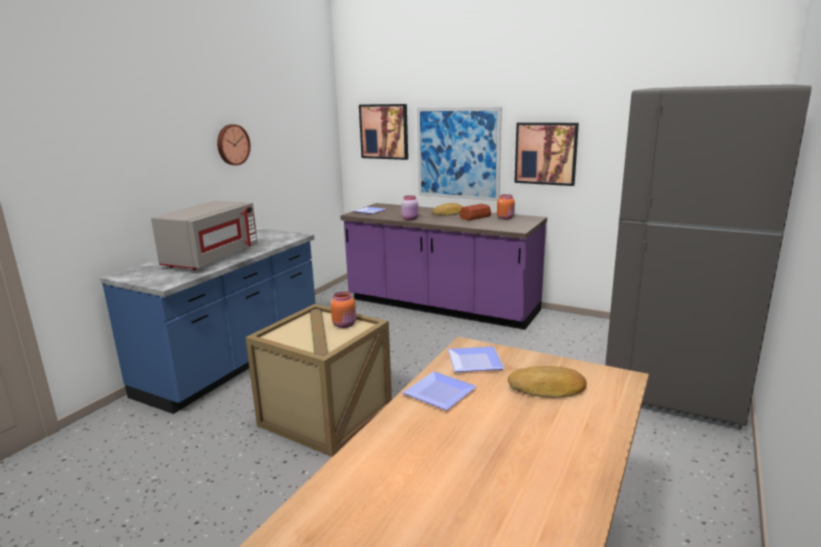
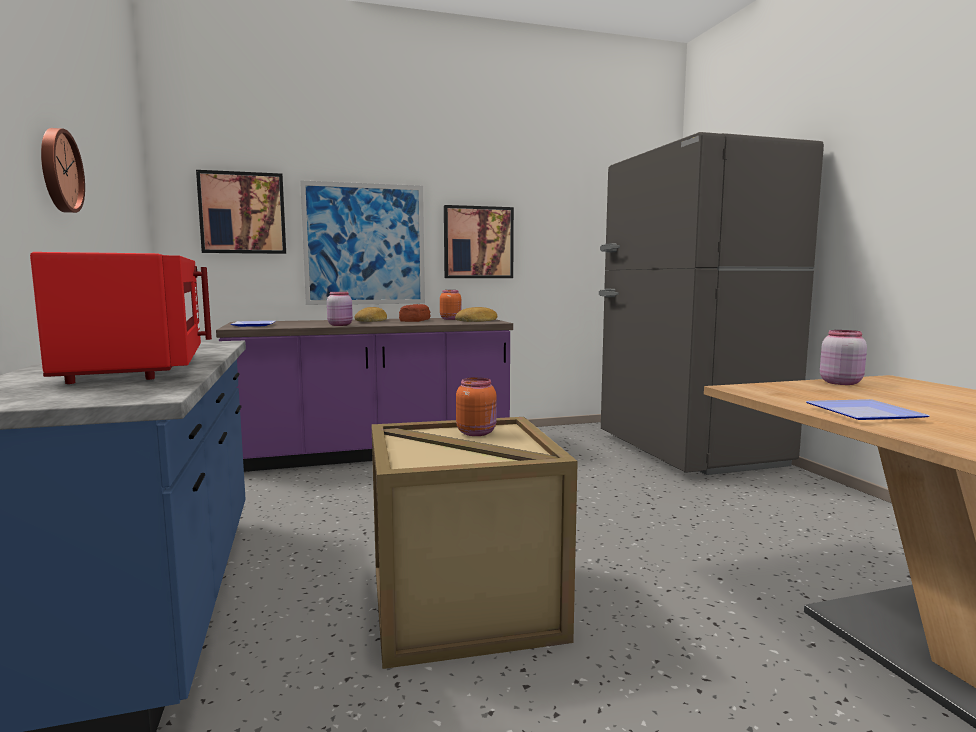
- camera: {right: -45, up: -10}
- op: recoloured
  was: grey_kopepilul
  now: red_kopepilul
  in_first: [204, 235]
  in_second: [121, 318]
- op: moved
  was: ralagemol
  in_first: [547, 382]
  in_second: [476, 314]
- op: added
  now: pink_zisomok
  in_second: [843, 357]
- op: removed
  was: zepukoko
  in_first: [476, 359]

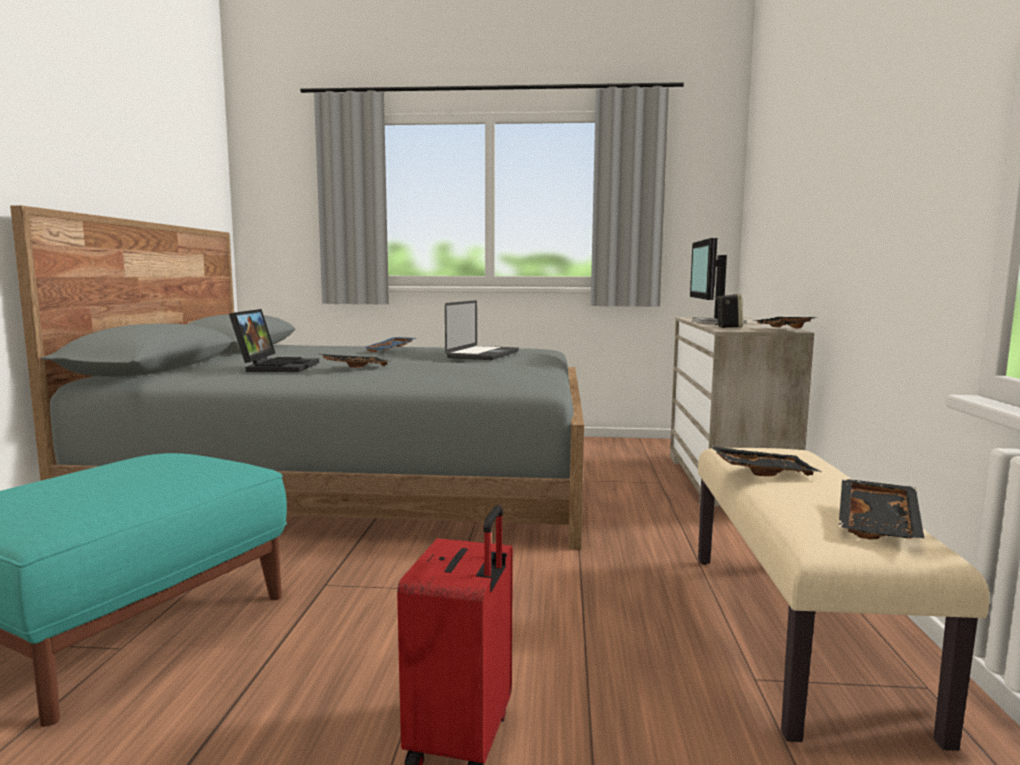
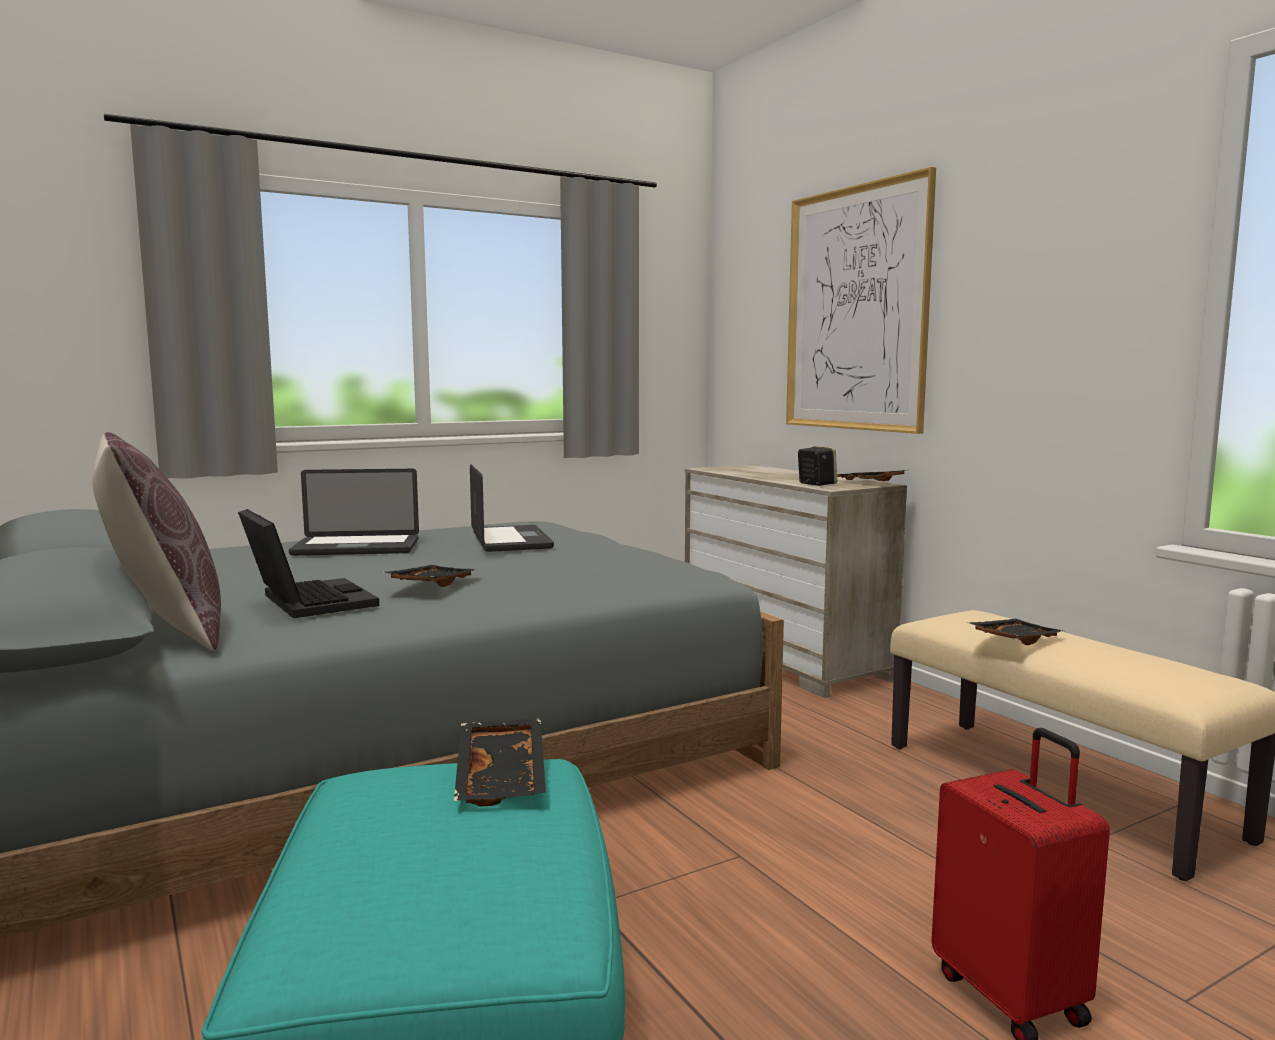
- camera: {right: -35, up: 0}
- op: added
  now: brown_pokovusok
  in_second: [156, 541]
- op: replaced
  was: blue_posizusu
  now: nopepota
  in_first: [389, 345]
  in_second: [354, 512]
- op: moved
  was: black_posizusu
  in_first: [881, 509]
  in_second: [500, 762]
- op: added
  now: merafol
  in_second: [861, 300]
- op: removed
  was: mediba
  in_first: [718, 281]

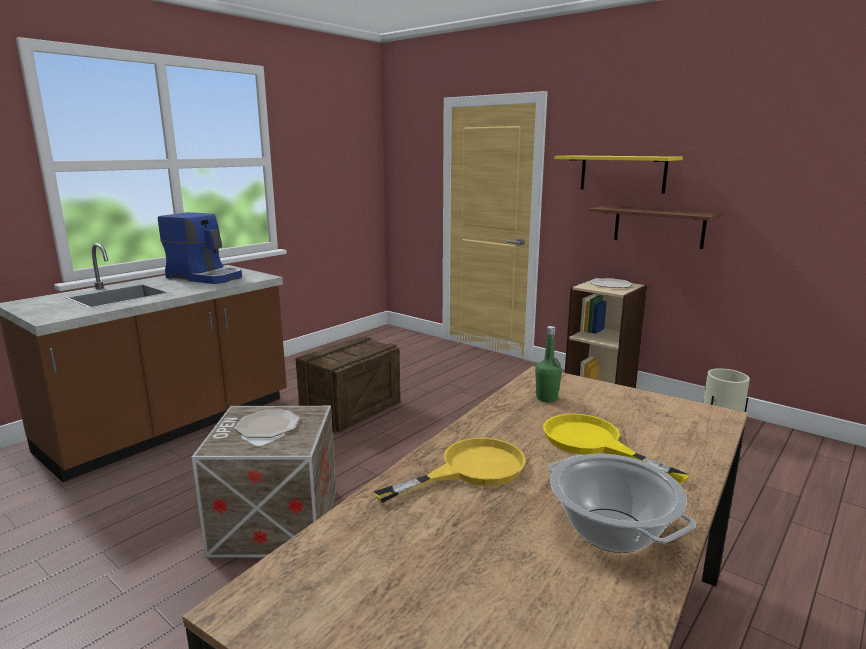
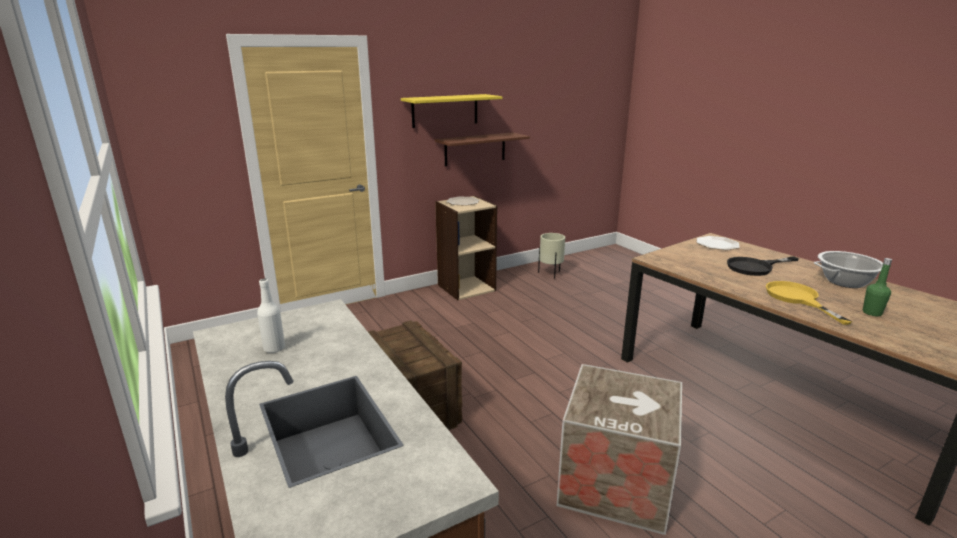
- camera: {right: -70, up: 5}
- op: replaced
  was: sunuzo
  now: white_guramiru
  in_first: [200, 248]
  in_second: [271, 316]
- op: moved
  was: zepukoko
  in_first: [267, 424]
  in_second: [718, 243]
- op: recoloured
  was: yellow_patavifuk
  now: black_patavifuk
  in_first: [616, 448]
  in_second: [763, 266]
- op: moved
  was: green_guramiru
  in_first: [548, 364]
  in_second: [877, 287]

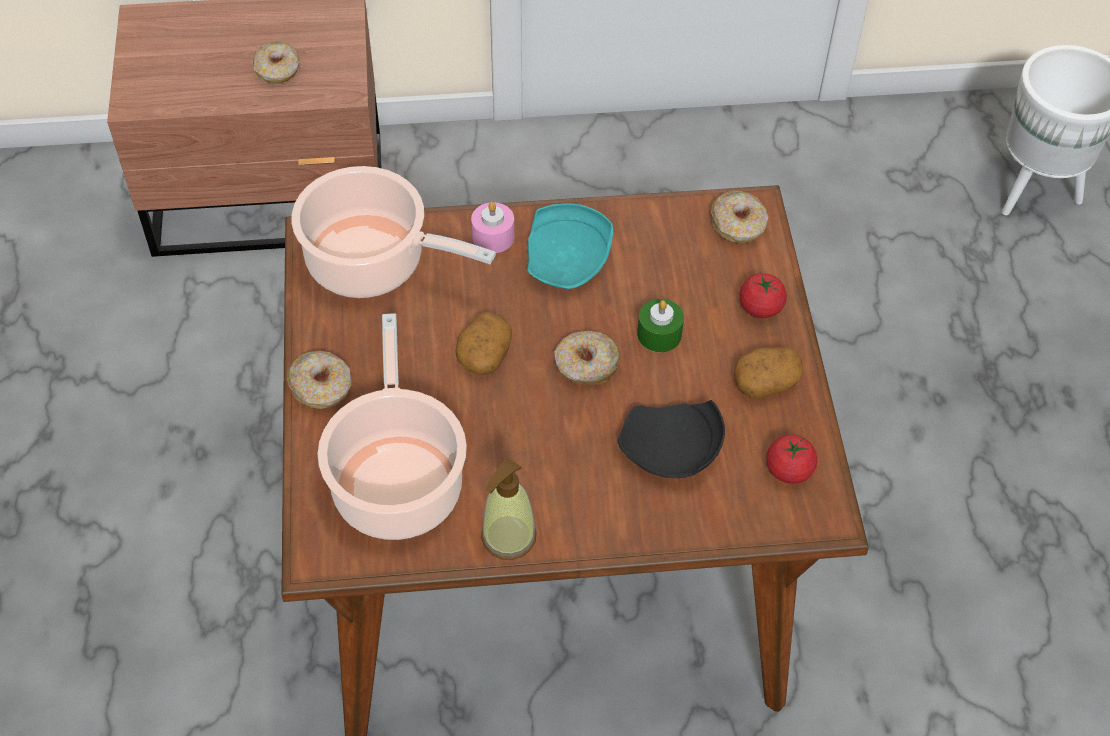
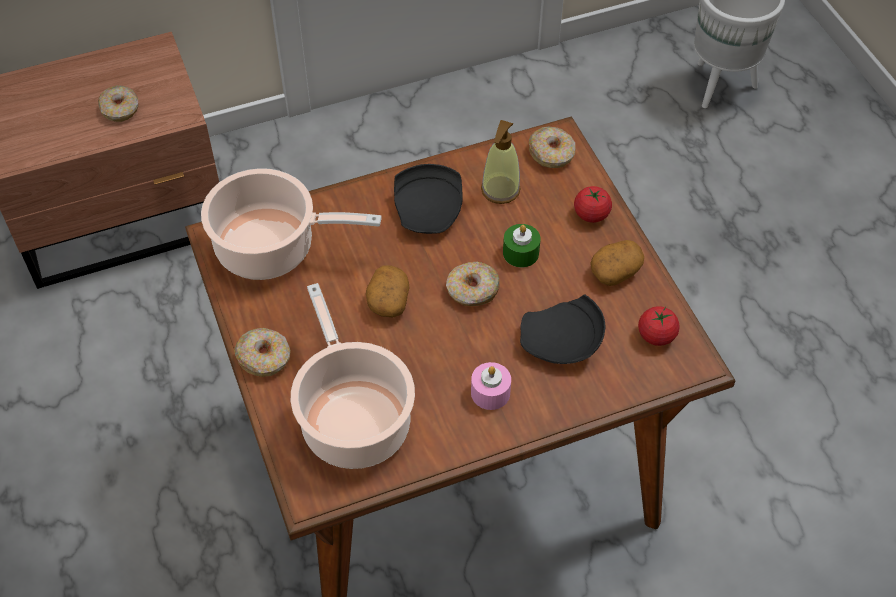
- camera: {right: -15, up: 0}
- op: recoloured
  was: turquoise_zepukoko
  now: black_zepukoko
  in_first: [570, 246]
  in_second: [428, 199]
- op: moved
  was: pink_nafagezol
  in_first: [492, 227]
  in_second: [491, 386]
- op: moved
  was: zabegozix
  in_first: [509, 508]
  in_second: [501, 162]

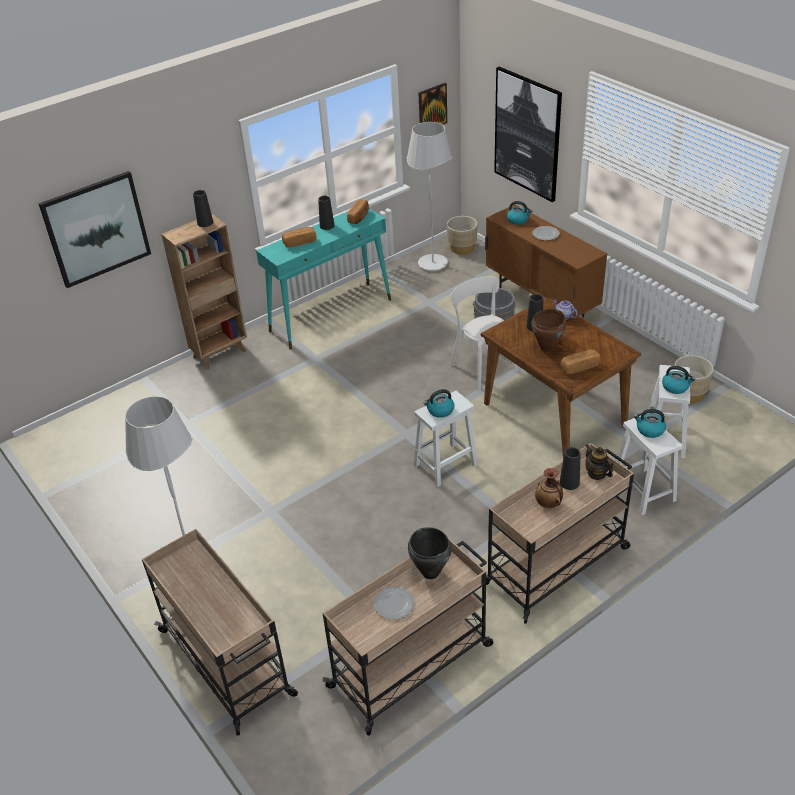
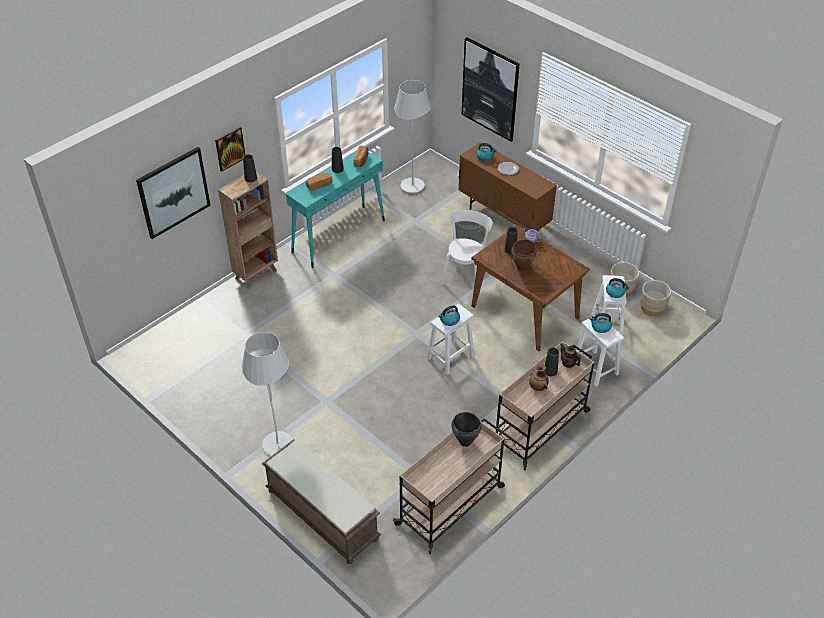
- camera: {right: -10, up: 5}
- op: moved
  was: merafol
  in_first: [433, 104]
  in_second: [230, 149]
- op: replaced
  was: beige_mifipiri
  now: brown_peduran
  in_first: [220, 632]
  in_second: [321, 501]
- op: turned
  was: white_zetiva
  in_first: [484, 332]
  in_second: [467, 247]
  clockwise: 60
- op: moved
  was: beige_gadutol
  in_first: [462, 235]
  in_second: [655, 298]
- op: removed
  was: zepukoko
  in_first: [394, 603]
- op: removed
  was: ralagemol
  in_first: [580, 361]

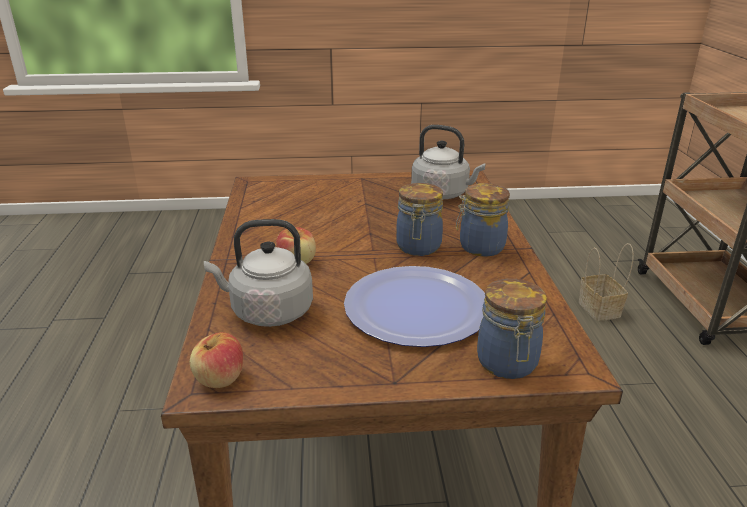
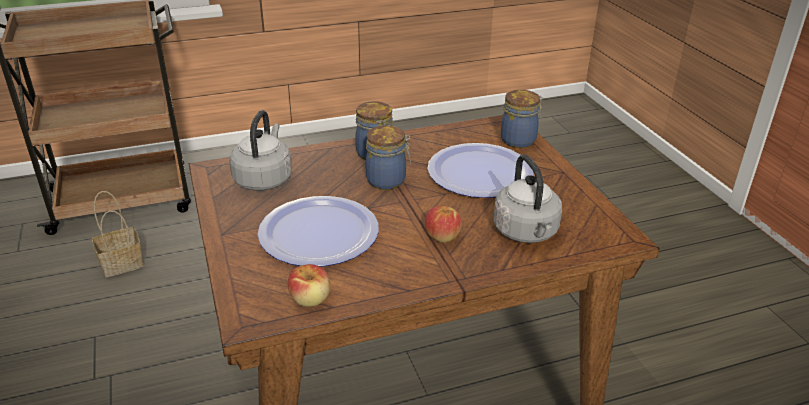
- camera: {right: -105, up: 5}
- op: added
  now: zepukoko
  in_second: [318, 231]
- op: moved
  was: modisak
  in_first: [216, 360]
  in_second: [309, 285]

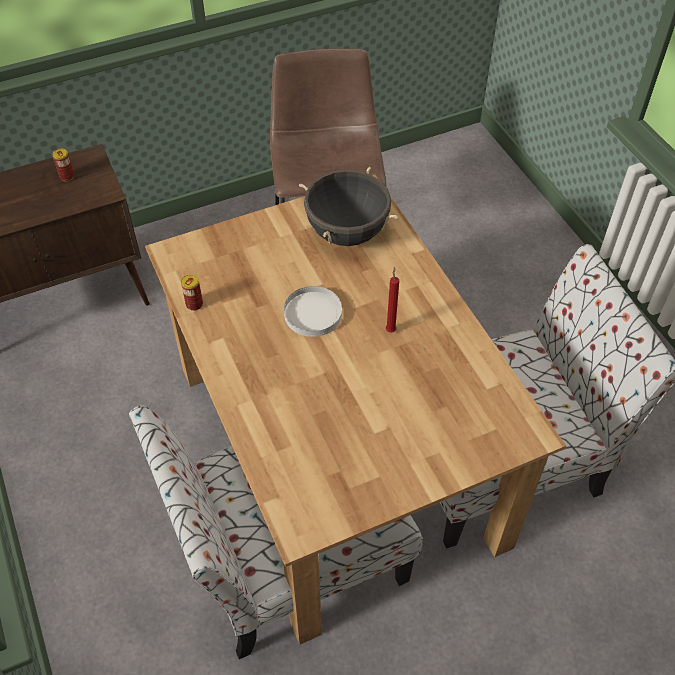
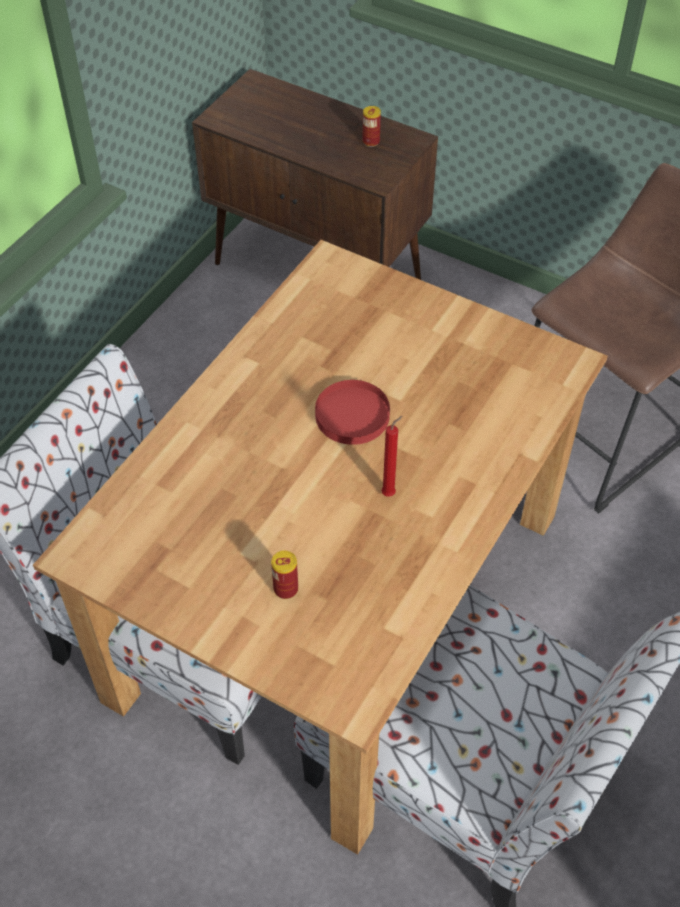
- camera: {right: 55, up: 0}
- op: moved
  was: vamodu
  in_first: [192, 292]
  in_second: [284, 575]
- op: recoloured
  was: white_zepukoko
  now: red_zepukoko
  in_first: [313, 311]
  in_second: [352, 412]
- op: removed
  was: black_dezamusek
  in_first: [348, 206]

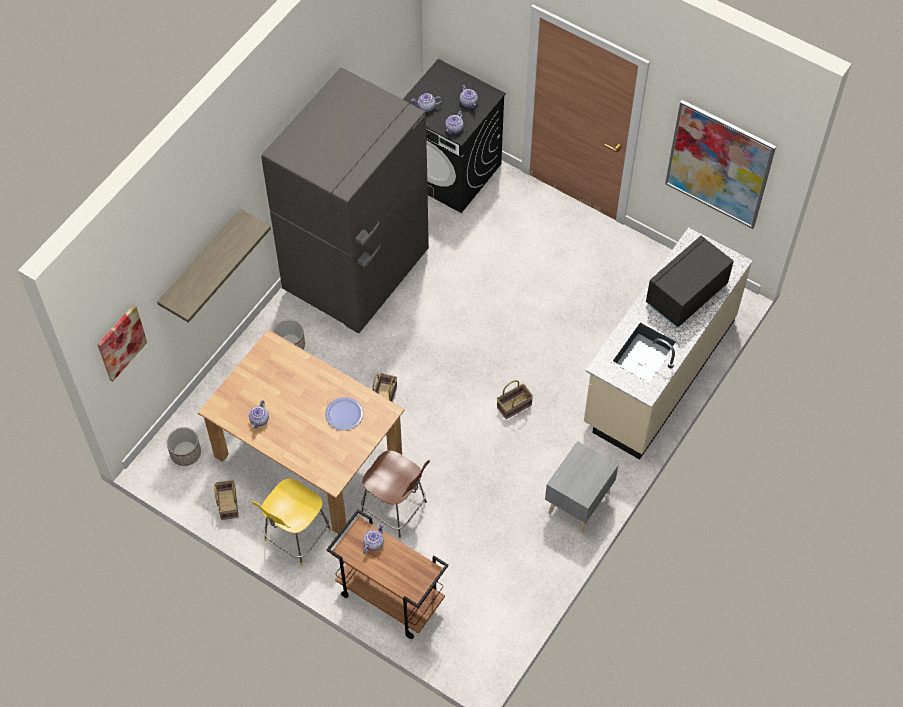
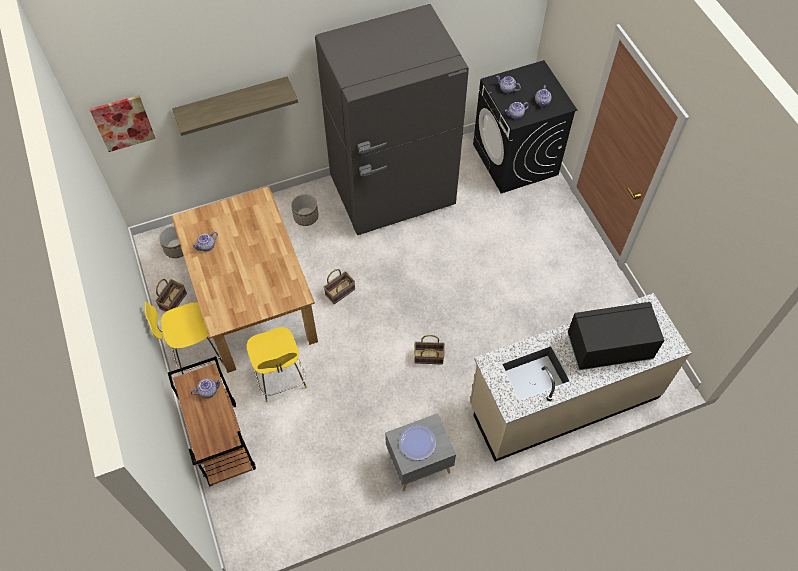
- camera: {right: 35, up: 0}
- op: recoloured
  was: brown_zetiva
  now: yellow_zetiva
  in_first: [395, 494]
  in_second: [277, 364]
- op: moved
  was: zepukoko
  in_first: [344, 414]
  in_second: [417, 442]
- op: removed
  was: merafol
  in_first: [720, 164]

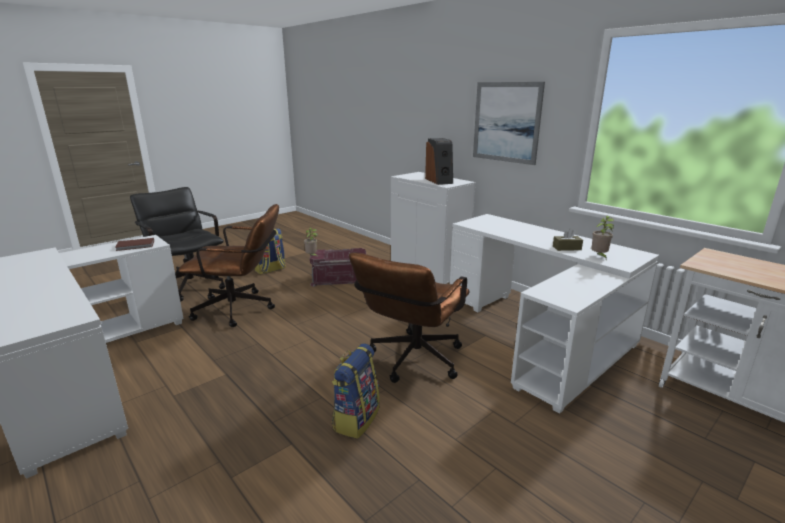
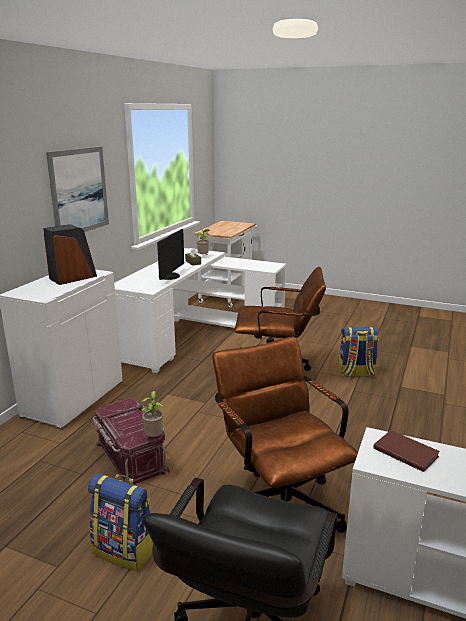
- camera: {right: -115, up: 0}
- op: added
  now: mediba
  in_second: [170, 254]

